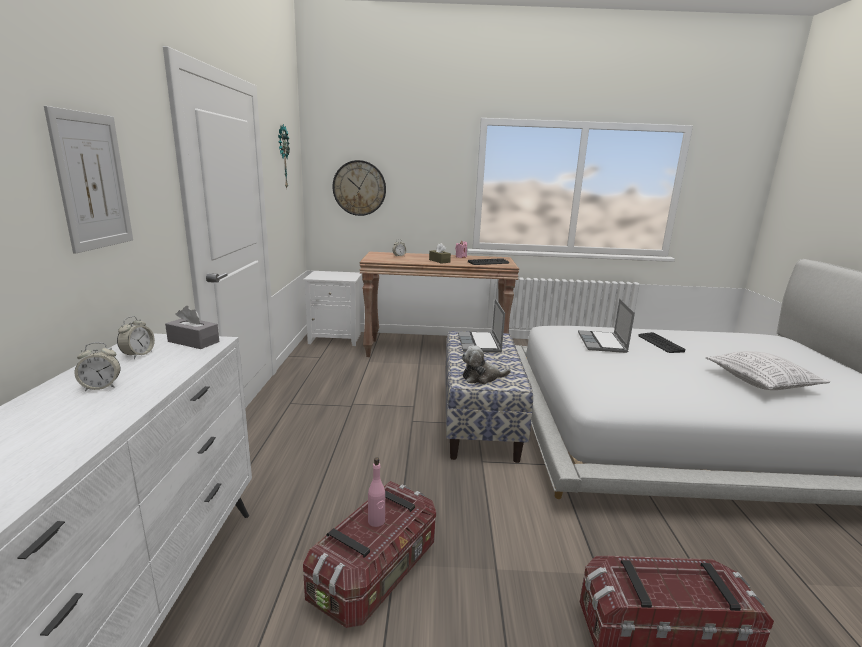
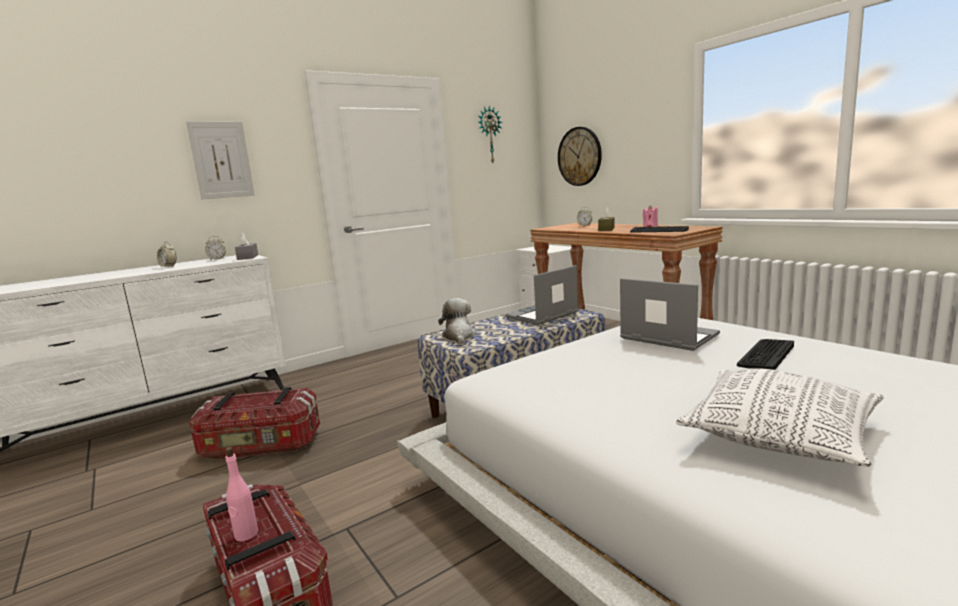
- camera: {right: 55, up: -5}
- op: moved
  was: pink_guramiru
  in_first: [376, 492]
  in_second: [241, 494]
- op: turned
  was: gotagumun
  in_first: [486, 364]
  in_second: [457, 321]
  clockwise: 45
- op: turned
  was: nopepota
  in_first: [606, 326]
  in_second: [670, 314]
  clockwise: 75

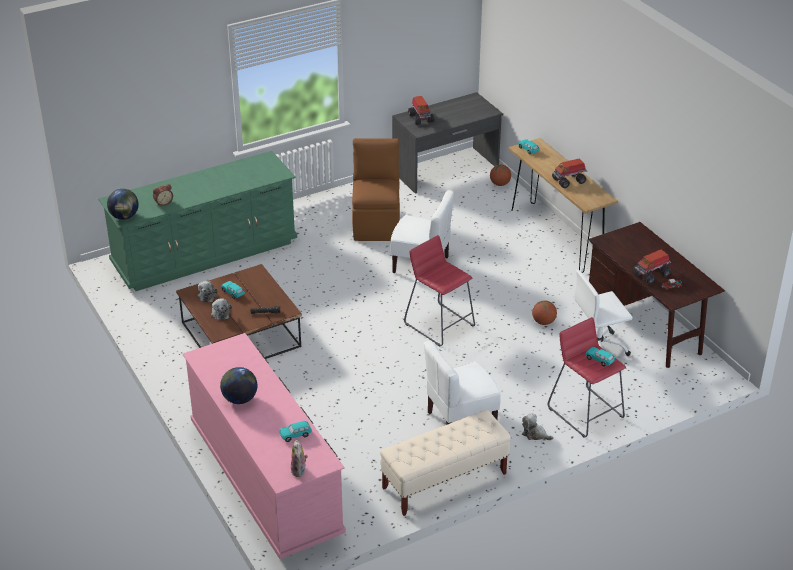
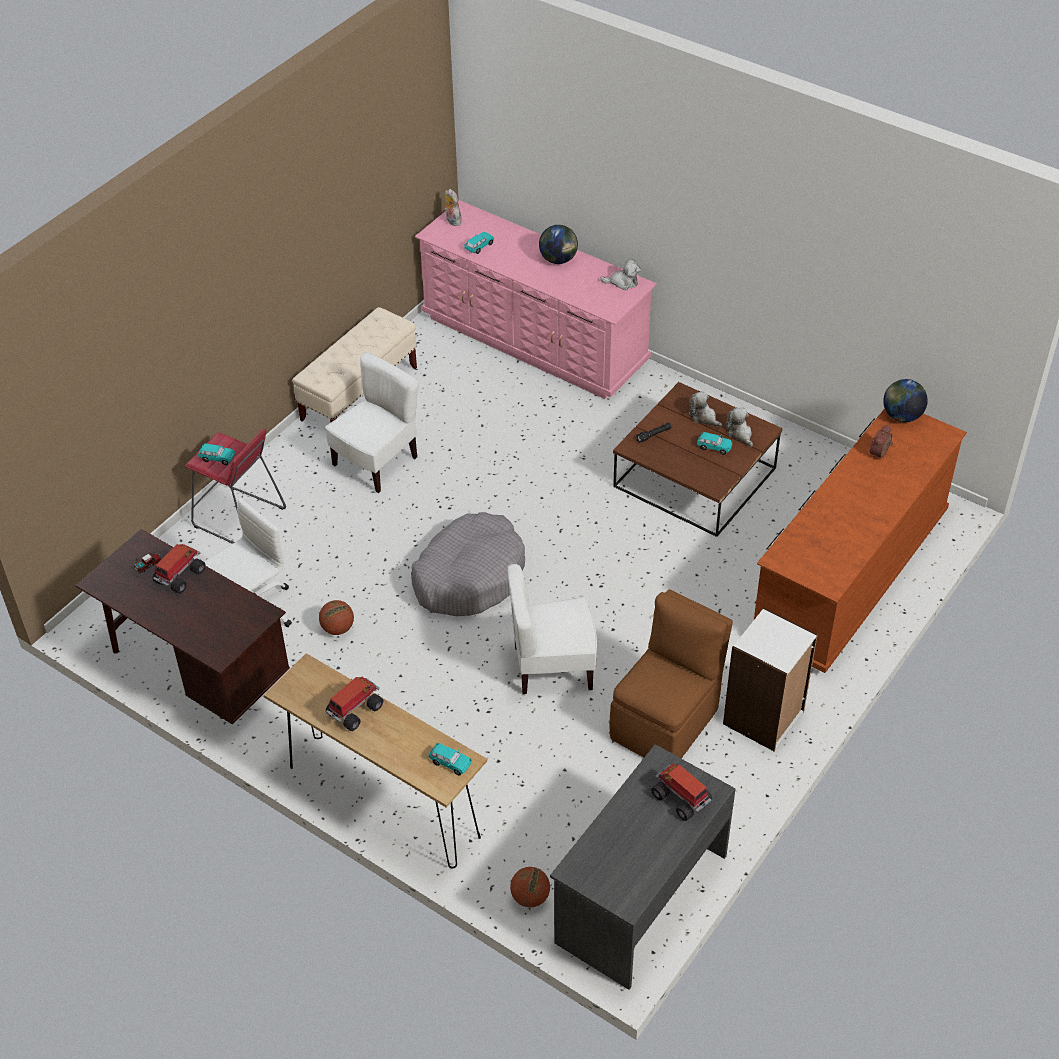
- camera: {right: 155, up: 10}
- op: replaced
  was: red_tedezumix
  now: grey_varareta
  in_first: [439, 290]
  in_second: [468, 564]
- op: moved
  was: gotagumun
  in_first: [538, 426]
  in_second: [620, 274]
- op: turned
  was: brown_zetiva
  in_first: [376, 189]
  in_second: [671, 673]
  clockwise: -120
- op: added
  now: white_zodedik
  in_second: [770, 679]
- op: recoloured
  was: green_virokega
  now: brown_virokega
  in_first: [197, 221]
  in_second: [860, 540]

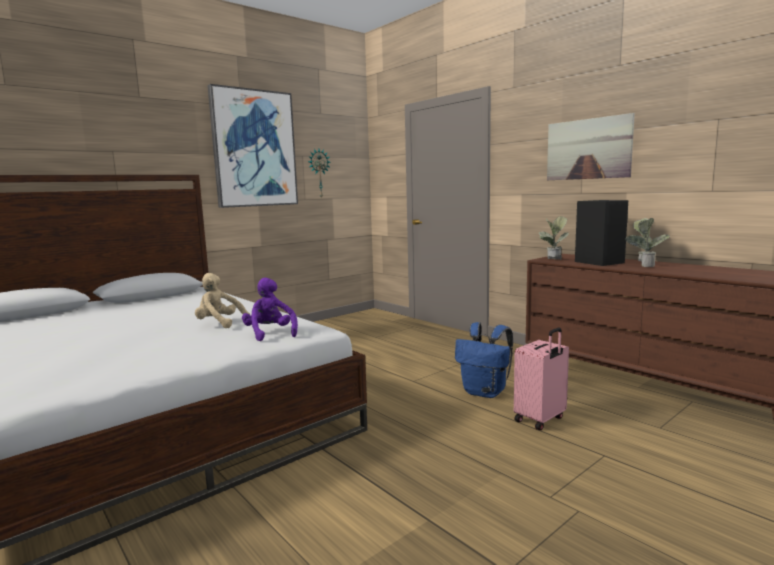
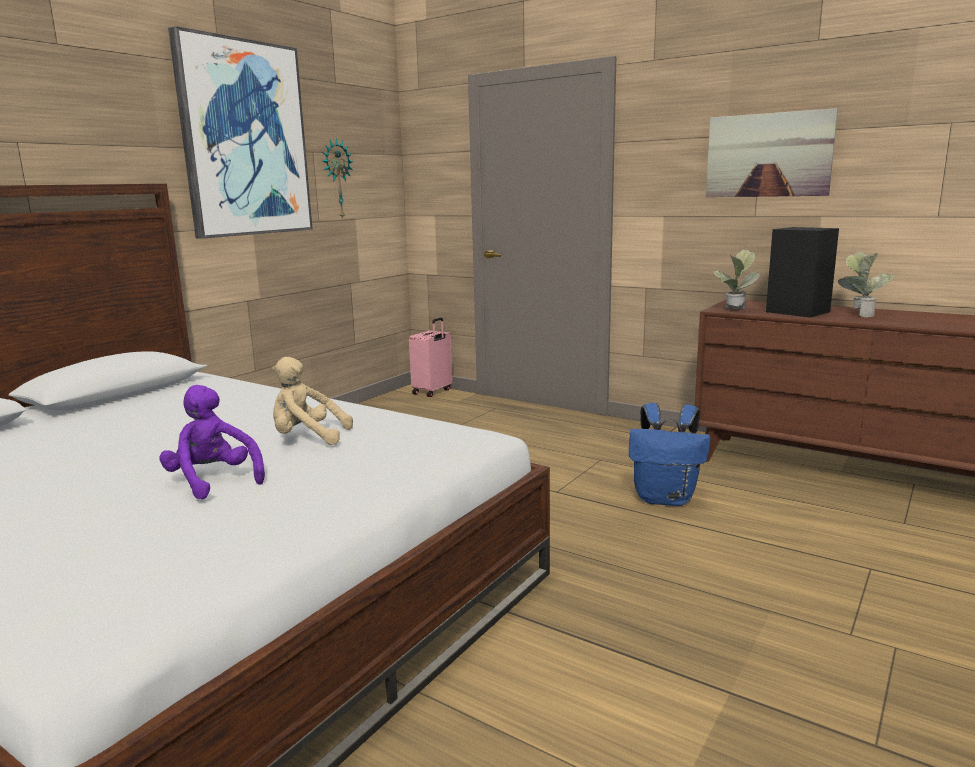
- camera: {right: -15, up: 5}
- op: moved
  was: purple_gotagumun
  in_first: [270, 309]
  in_second: [212, 442]
- op: moved
  was: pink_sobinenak
  in_first: [541, 378]
  in_second: [431, 357]

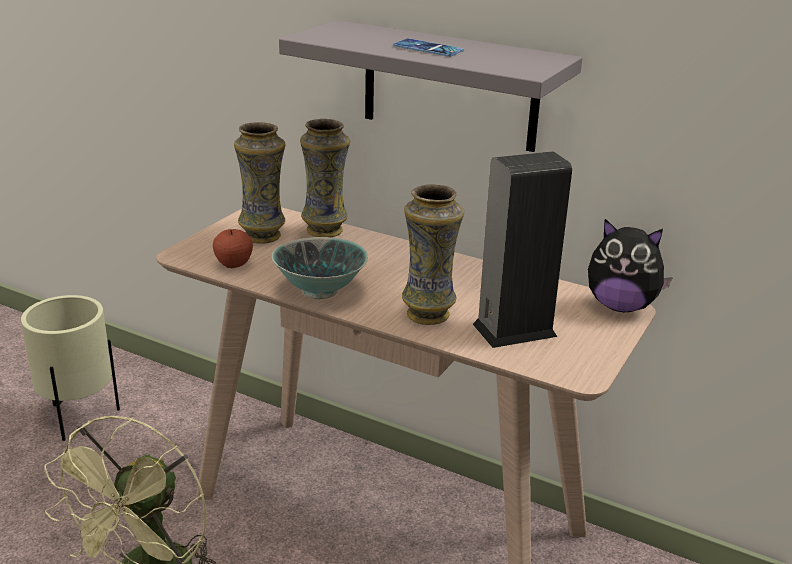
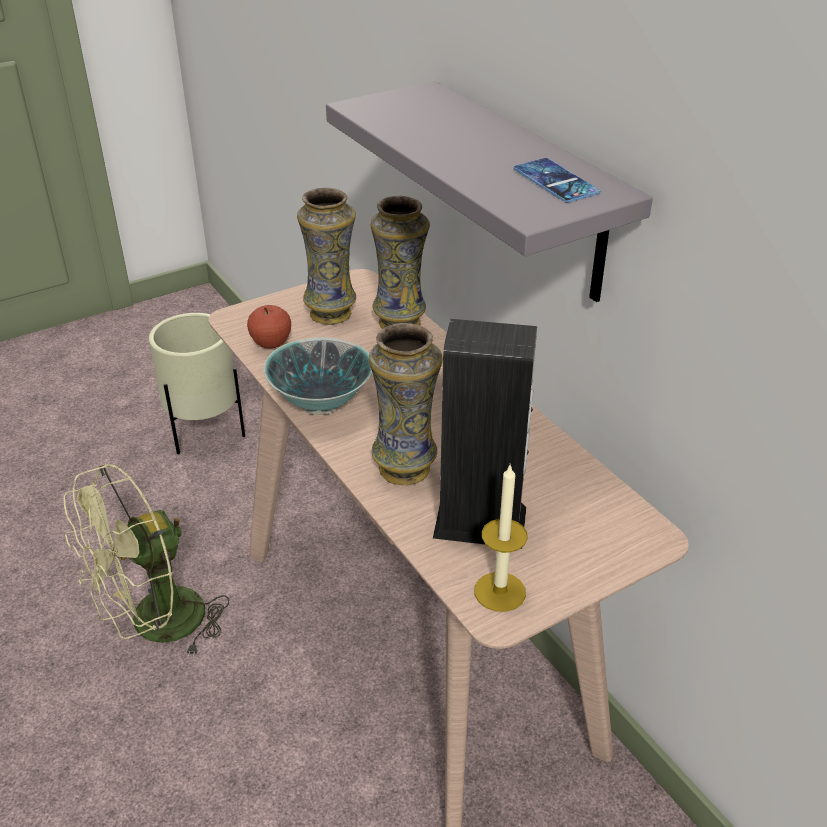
- camera: {right: 30, up: 10}
- op: added
  now: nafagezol
  in_second: [501, 538]
- op: moved
  was: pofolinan
  in_first: [428, 47]
  in_second: [557, 180]
- op: removed
  was: gotagumun
  in_first: [630, 265]

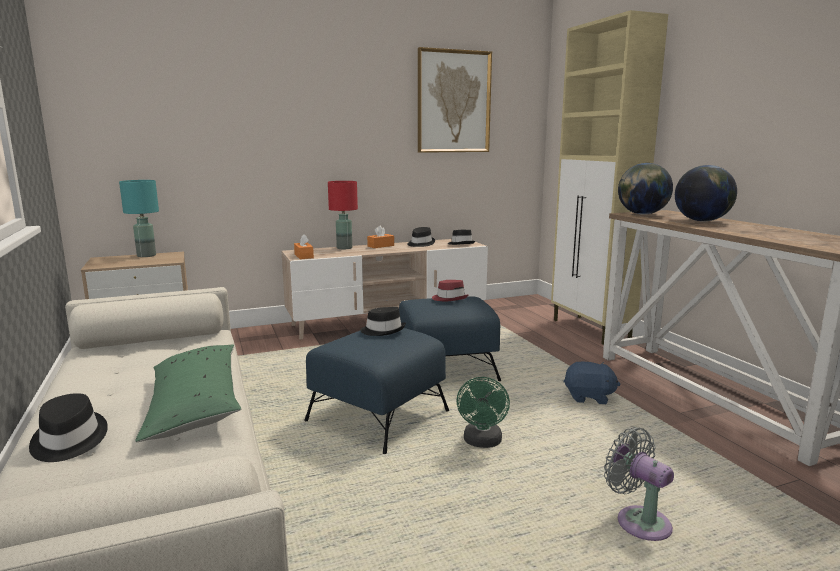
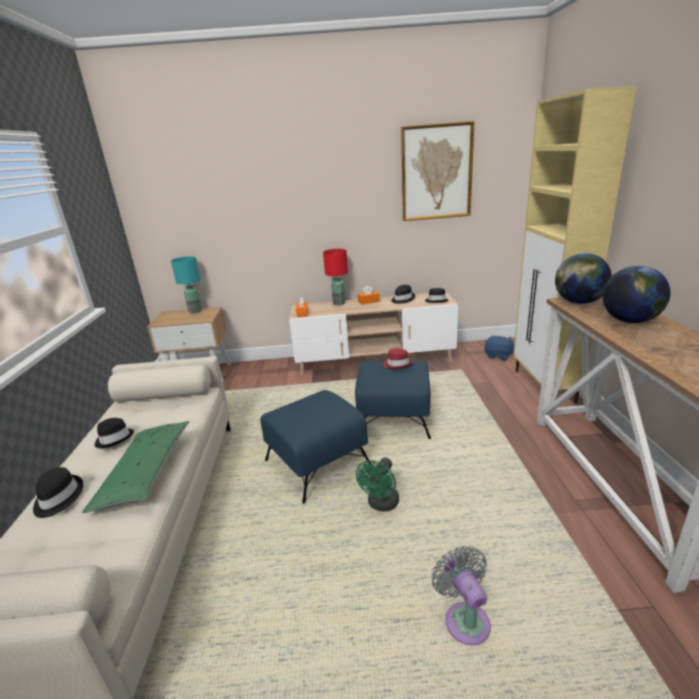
- camera: {right: 20, up: 10}
- op: moved
  was: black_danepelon
  in_first: [383, 321]
  in_second: [114, 433]
- op: moved
  was: blue_gotagumun
  in_first: [592, 383]
  in_second: [499, 348]

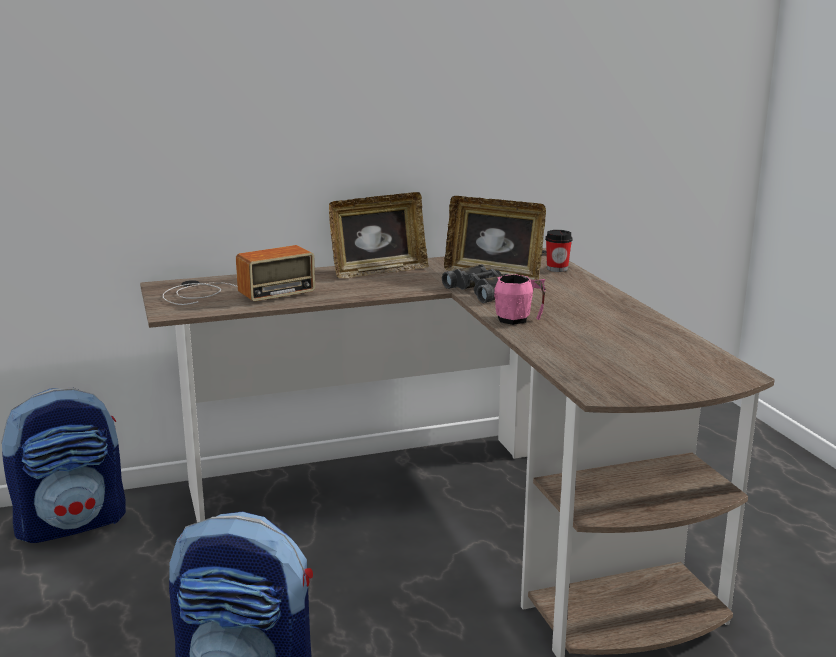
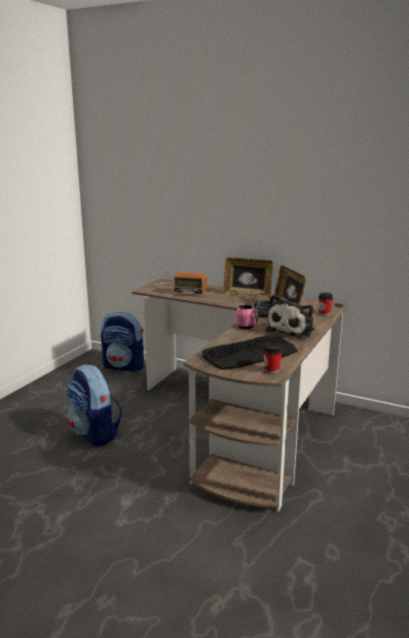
- camera: {right: 45, up: 0}
- op: added
  now: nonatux
  in_second: [250, 352]
- op: added
  now: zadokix
  in_second: [272, 358]
- op: added
  now: gotagumun
  in_second: [290, 316]

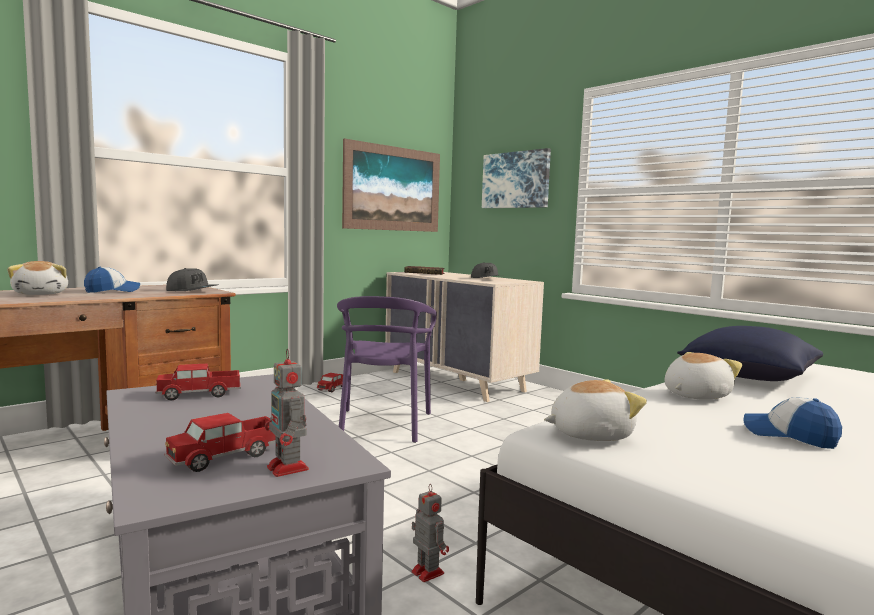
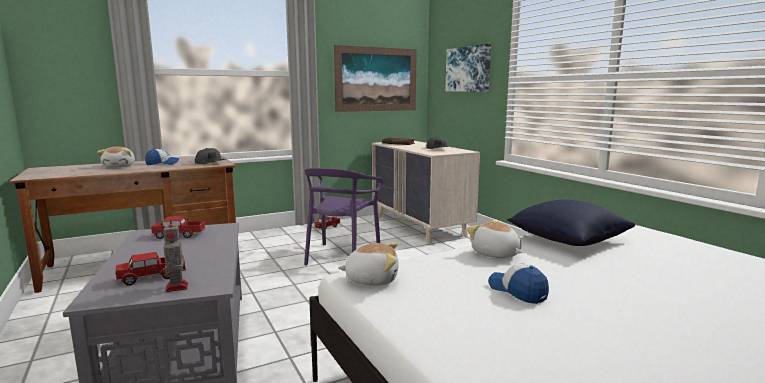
- camera: {right: 15, up: 5}
- op: turned
  was: gotagumun
  in_first: [703, 376]
  in_second: [494, 239]
  clockwise: -105
- op: removed
  was: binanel
  in_first: [430, 533]

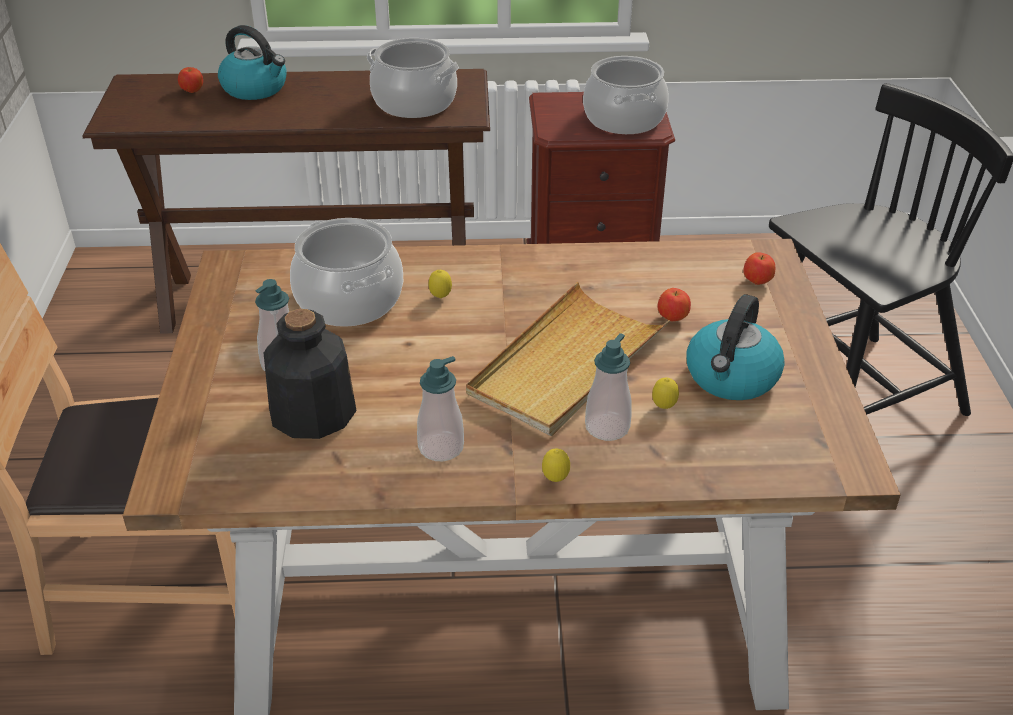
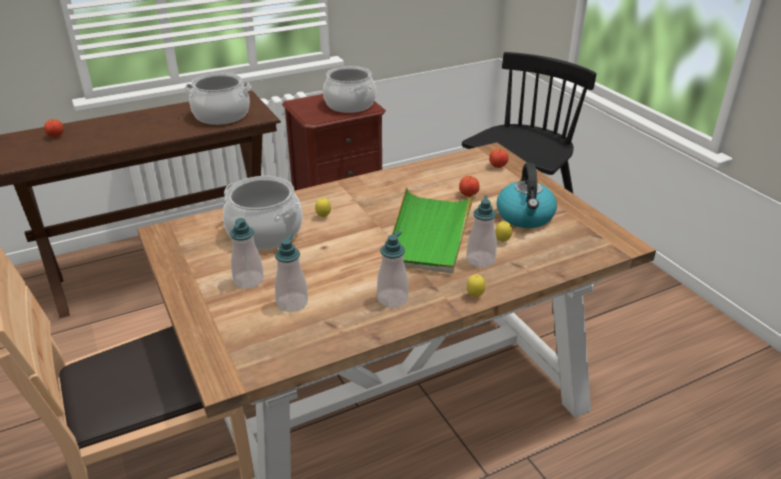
- camera: {right: -25, up: -5}
- op: replaced
  was: guramiru
  now: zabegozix
  in_first: [310, 374]
  in_second: [291, 273]
- op: recoloured
  was: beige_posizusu
  now: green_posizusu
  in_first: [568, 359]
  in_second: [433, 230]
- op: removed
  was: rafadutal
  in_first: [252, 62]

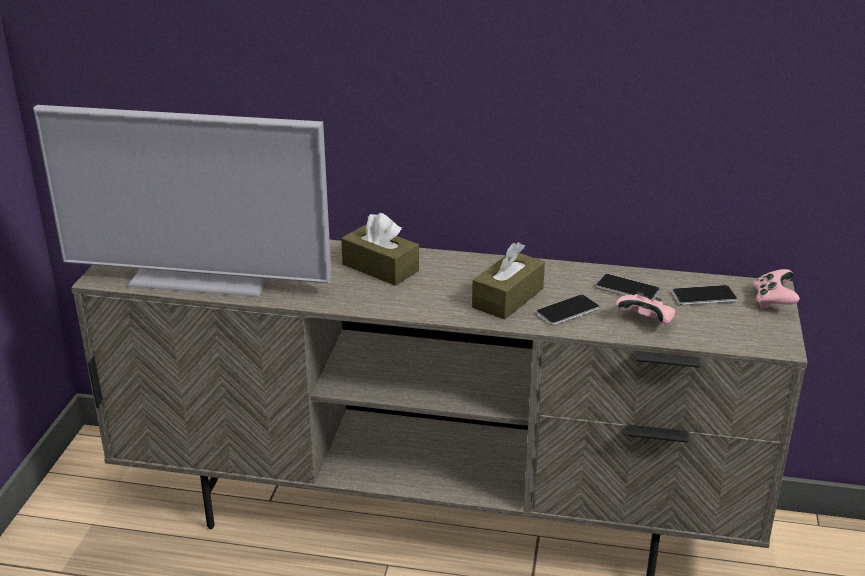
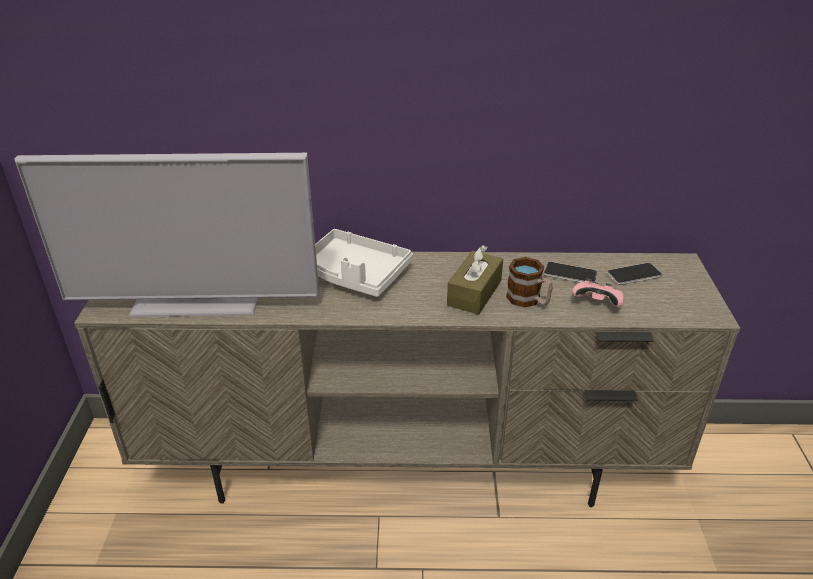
- camera: {right: -10, up: 5}
- op: replaced
  was: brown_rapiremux
  now: white_posizusu
  in_first: [380, 249]
  in_second: [364, 263]
- op: replaced
  was: pofolinan
  now: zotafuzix
  in_first: [568, 310]
  in_second: [529, 282]
- op: removed
  was: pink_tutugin
  in_first: [776, 289]

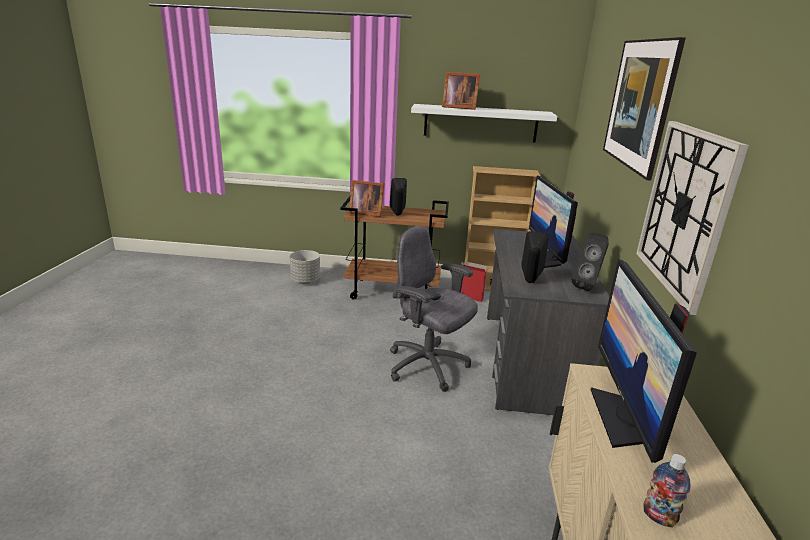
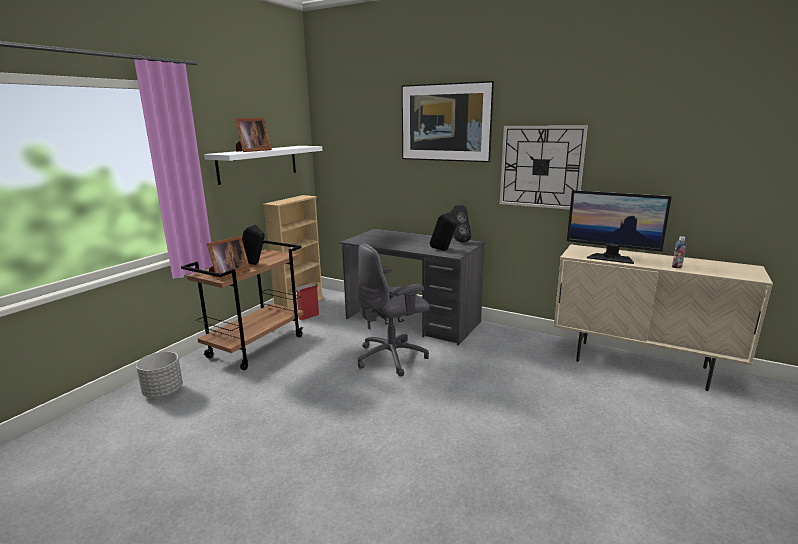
- camera: {right: -65, up: -5}
- op: removed
  was: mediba
  in_first: [553, 222]

